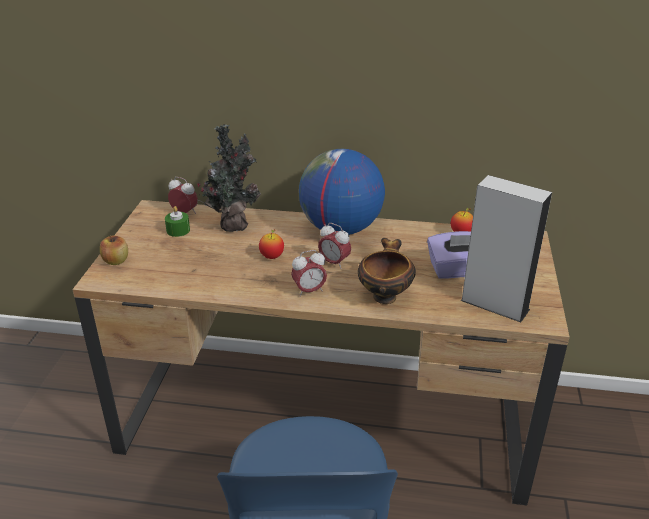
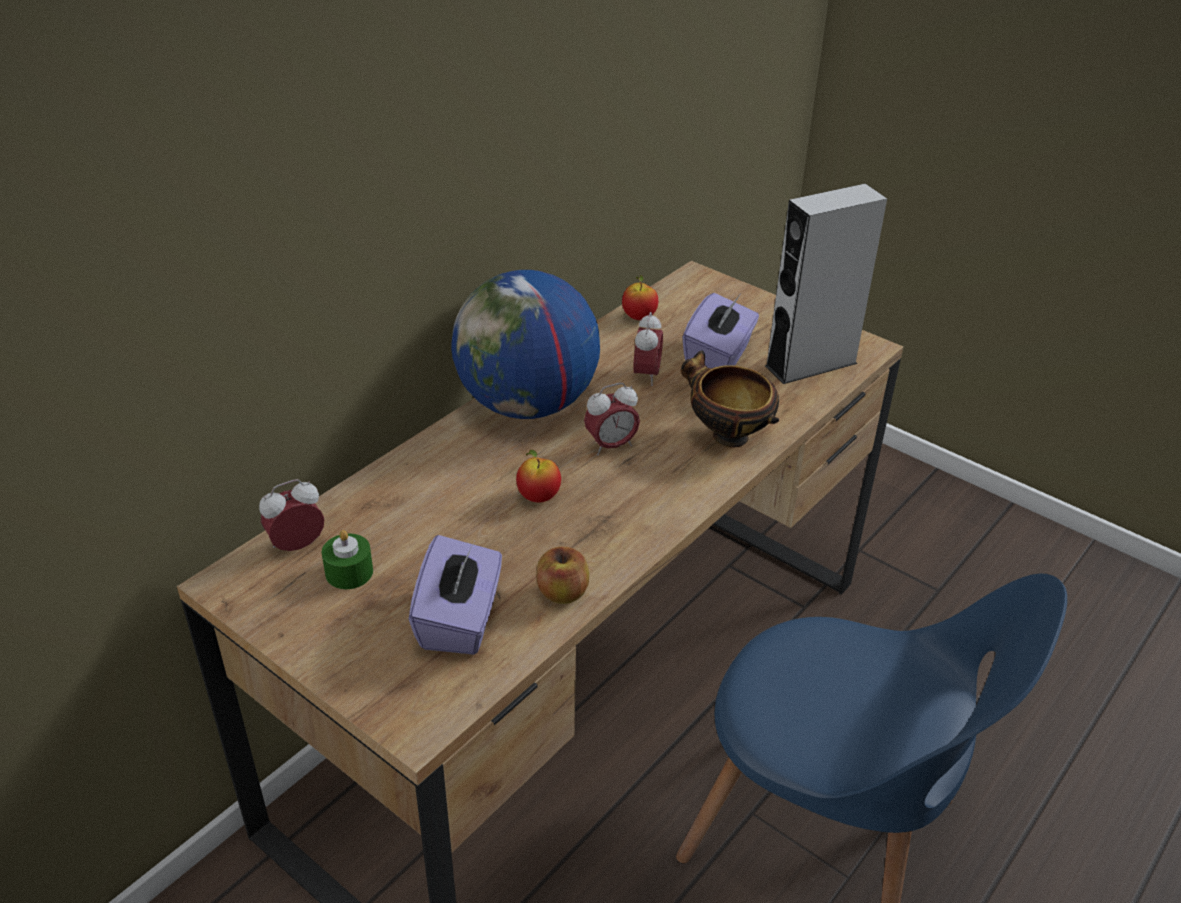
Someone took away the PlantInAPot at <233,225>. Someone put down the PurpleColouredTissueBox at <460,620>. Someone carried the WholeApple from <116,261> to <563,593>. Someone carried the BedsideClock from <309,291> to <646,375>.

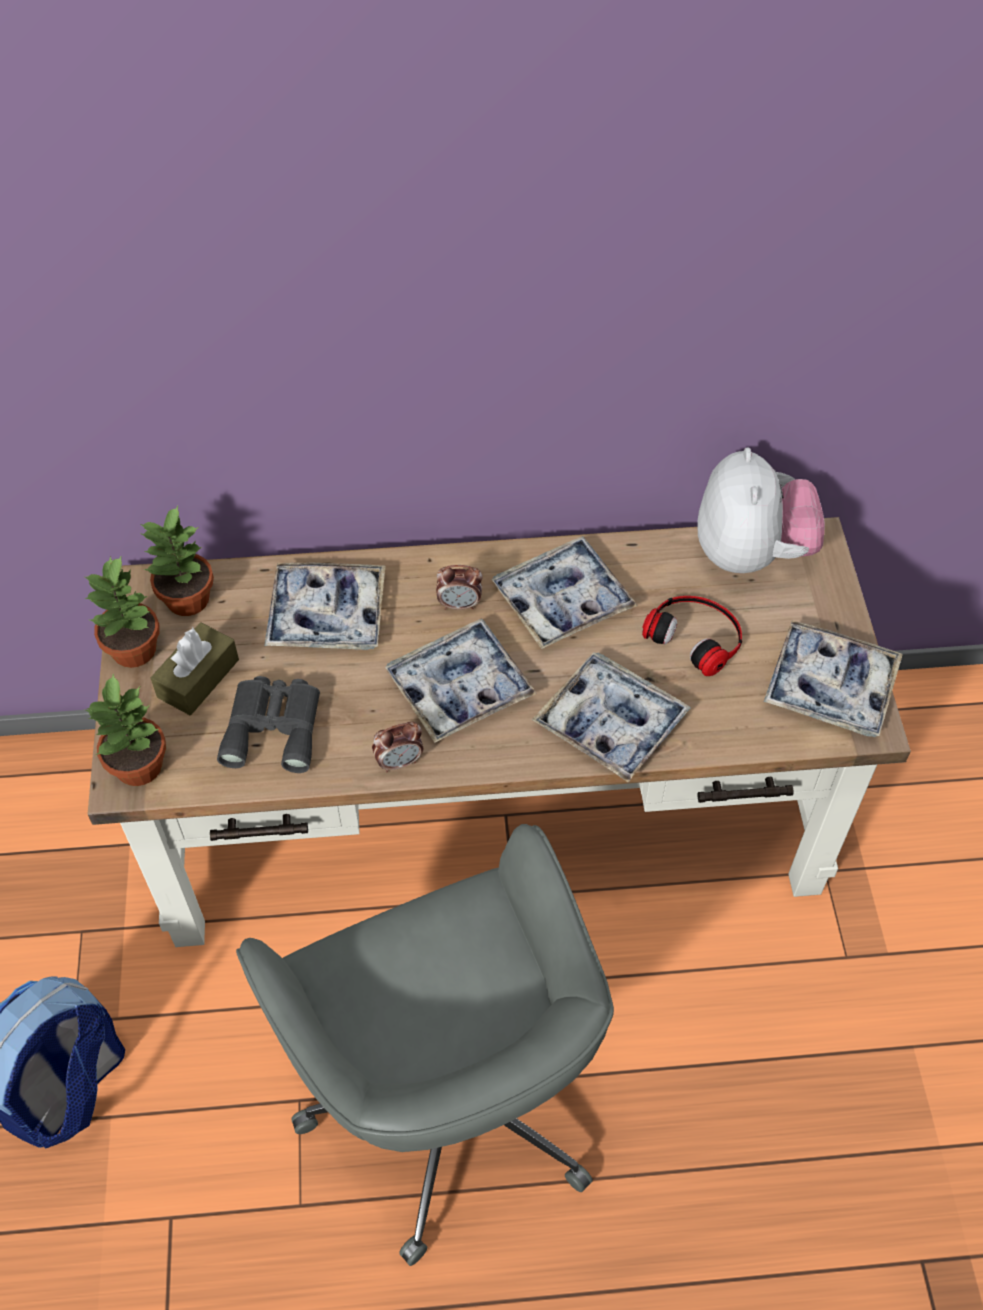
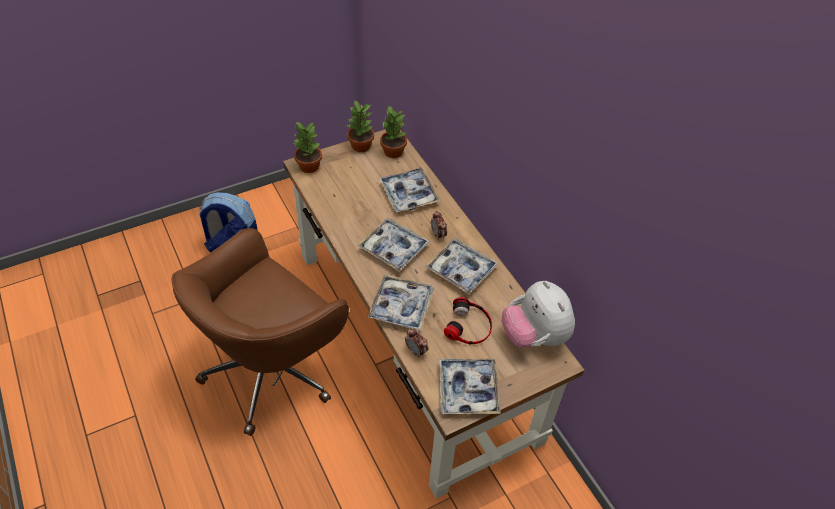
Someone took away the BrownishTissueBox at <198,678>. Someone took away the GreyishFieldGlasses at <274,726>. Someone carried the BedsideClock from <399,762> to <416,351>. Someone repainted the GreyishComputerChair at <446,1094>, which became the BrownishComputerChair at <272,370>. Someone rotated the CuddlyToy at <750,554> by 90 degrees clockwise.

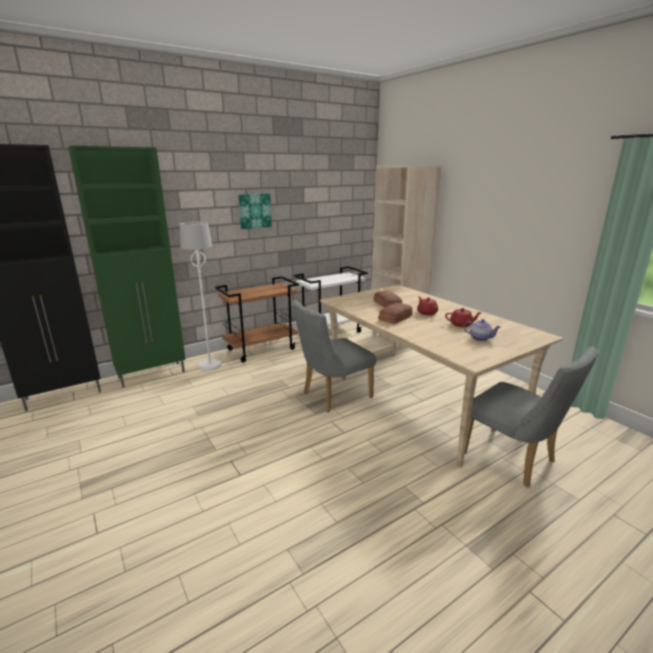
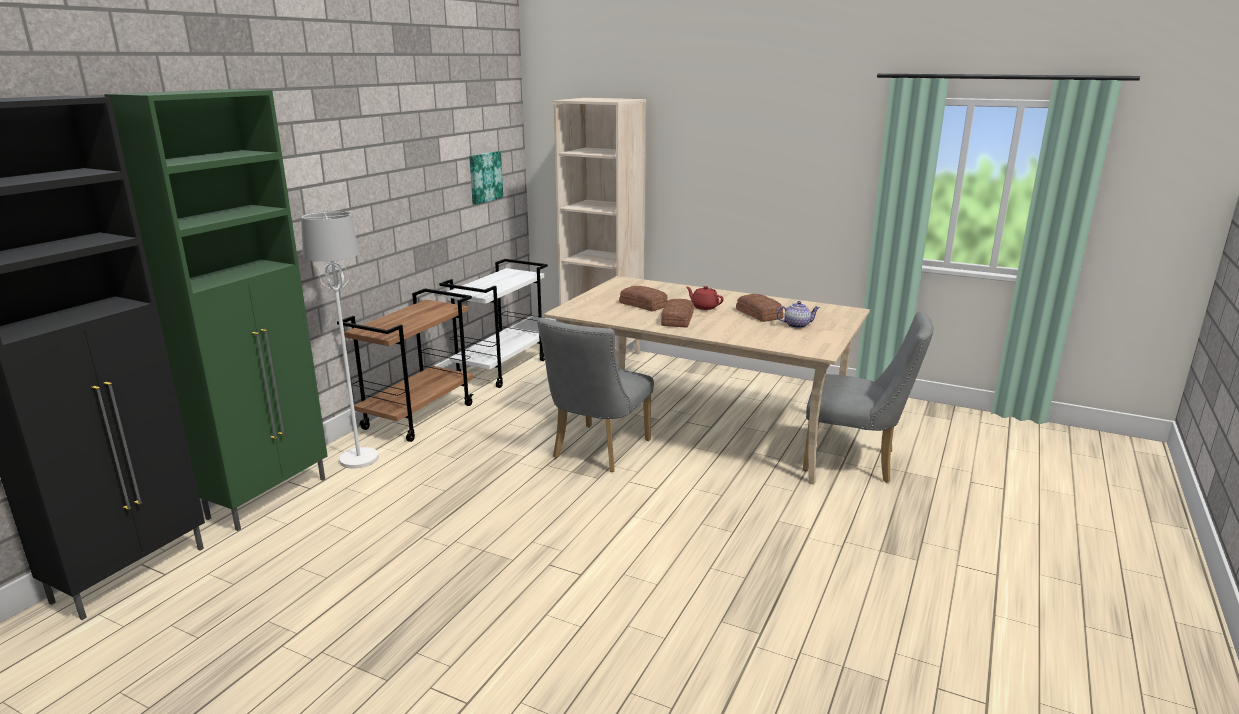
Someone carried the Picture from <254,211> to <484,177>. Someone swapped the RedColouredPotForTea at <461,324> for the BakeryBread at <759,314>.

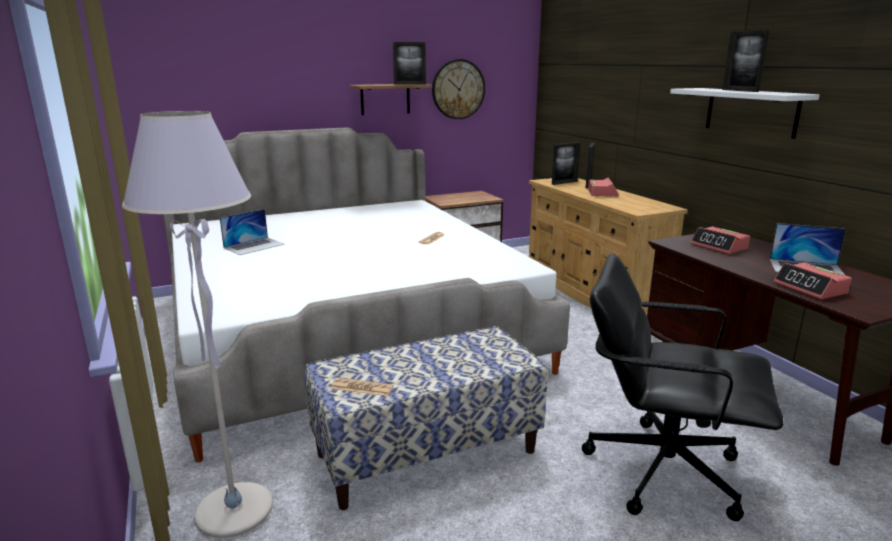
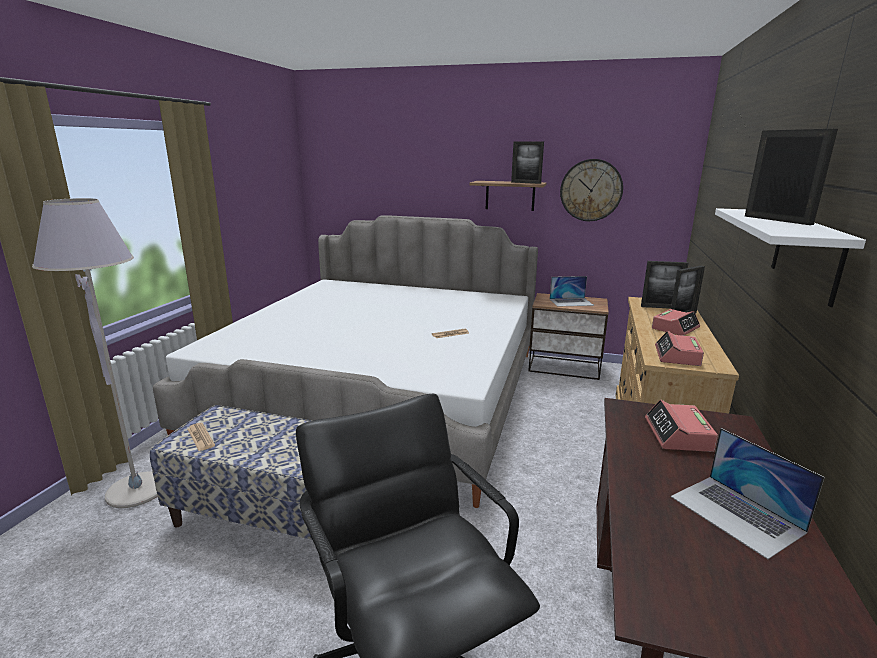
Someone carried the PortableComputer from <254,246> to <571,302>. Someone carried the BedsideClock from <810,288> to <677,356>. Someone rotated the PictureFrame at <740,90> by 135 degrees clockwise.

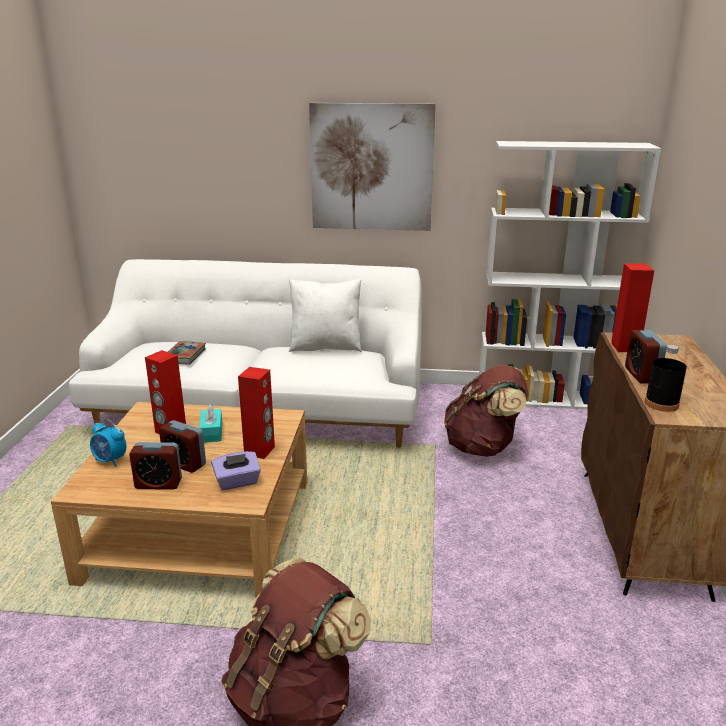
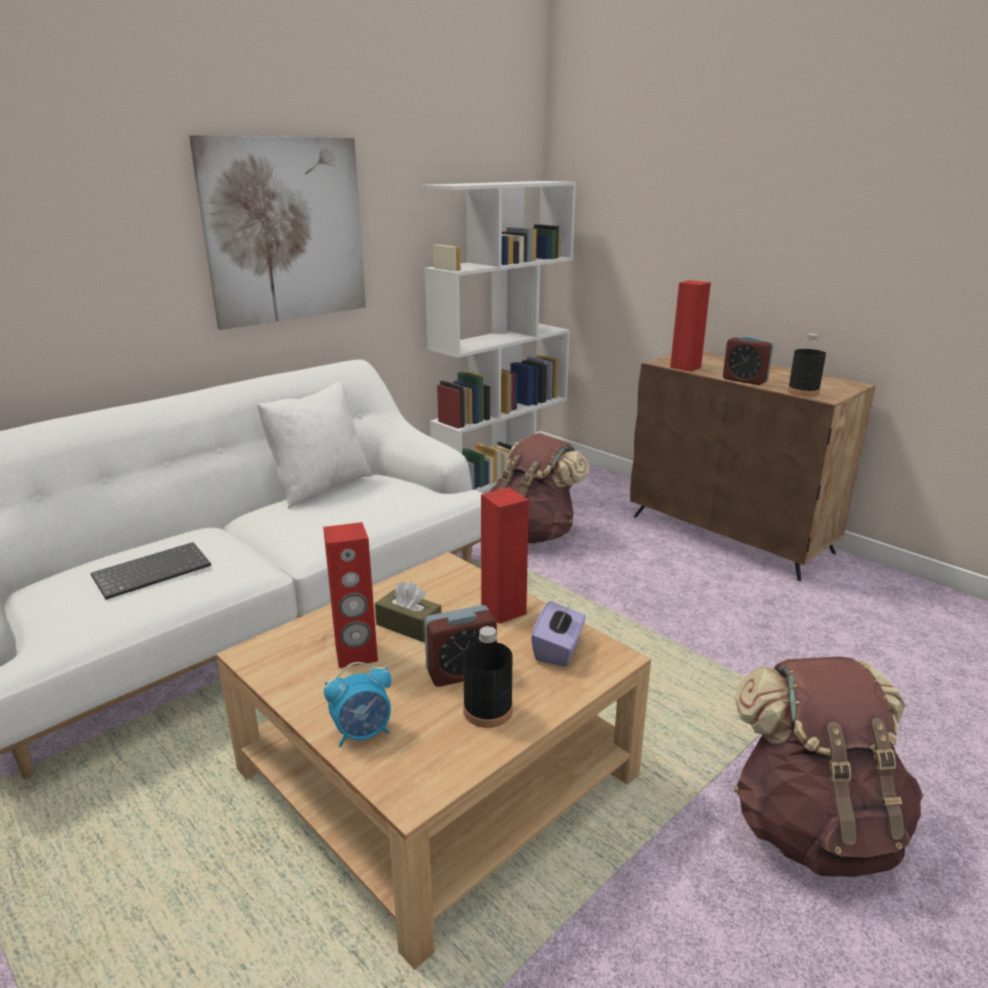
Someone swapped the BedsideClock at <158,484> for the BlackColouredBeverageBottle at <488,710>. Someone swapped the Volume at <184,356> for the PcKeyboard at <153,571>. Someone repainted the TurquoiseColouredTissueBox at <211,432>, which became the BrownishTissueBox at <409,626>.

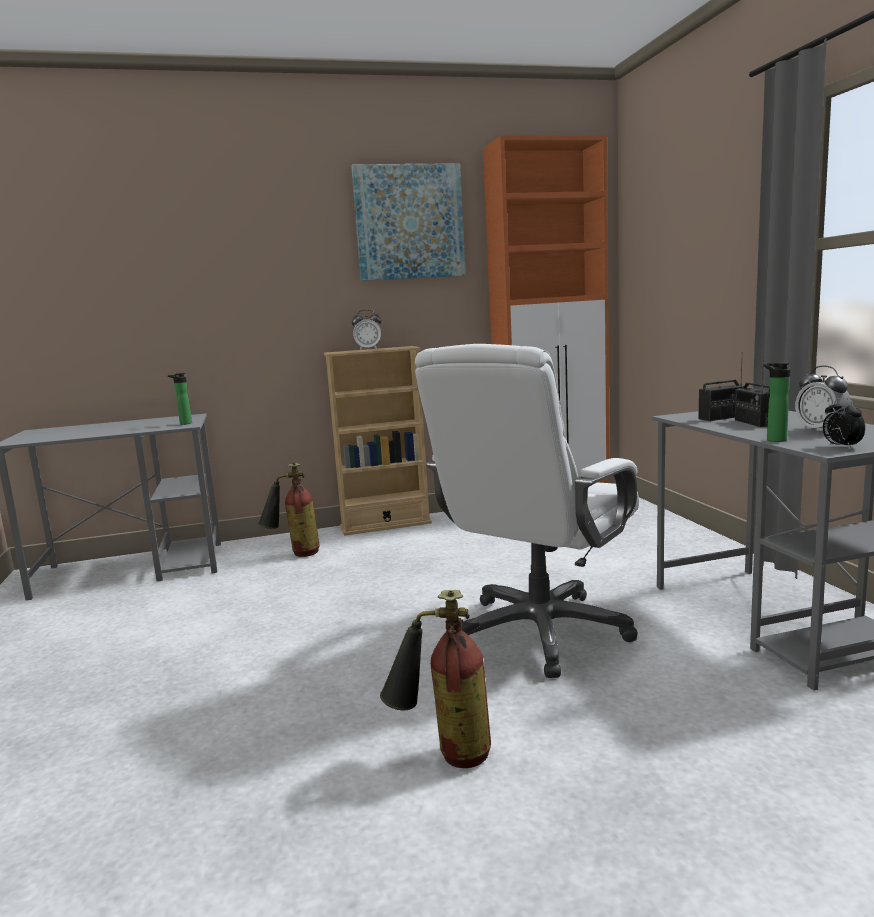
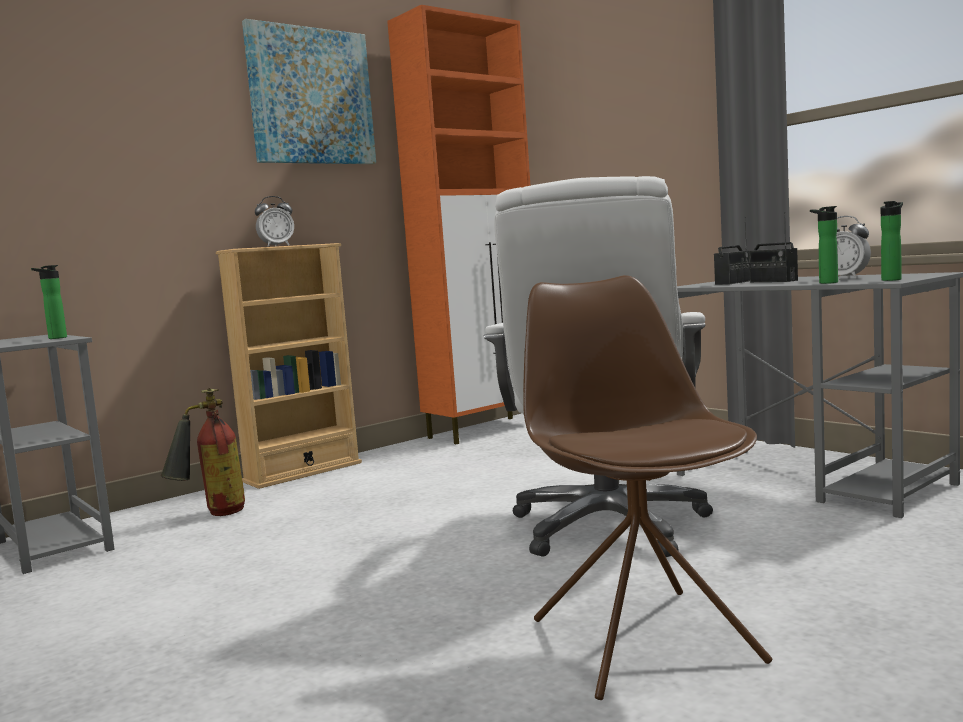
Someone swapped the FireExtinguisher at <444,755> for the BrownishUprightChair at <642,638>. Someone swapped the BedsideClock at <840,447> for the BeverageBottle at <892,279>.

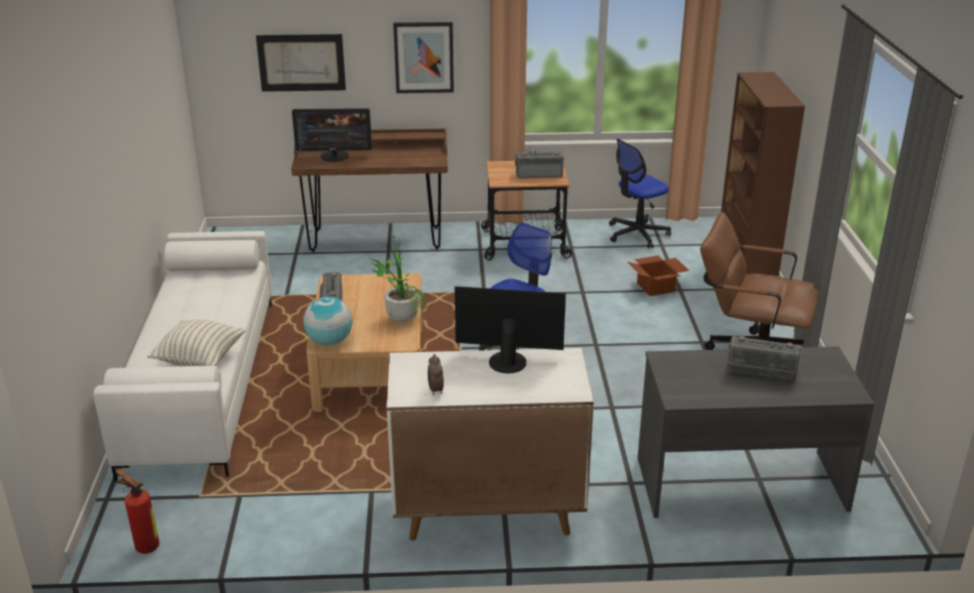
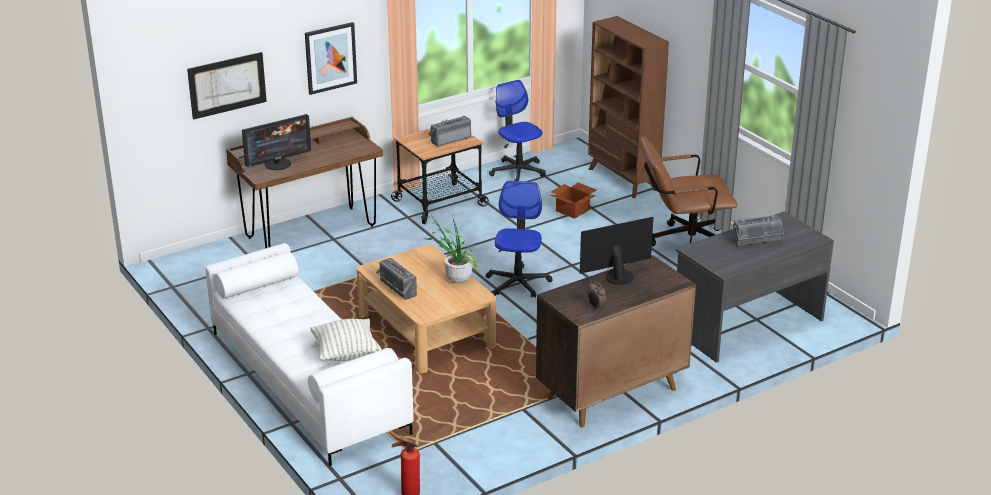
Someone took away the Globe at <330,341>. Someone repainted the WhitishStorageCabinet at <486,511>, which became the BrownishStorageCabinet at <611,394>. Someone rotated the ComputerChair at <637,234> by 120 degrees clockwise.

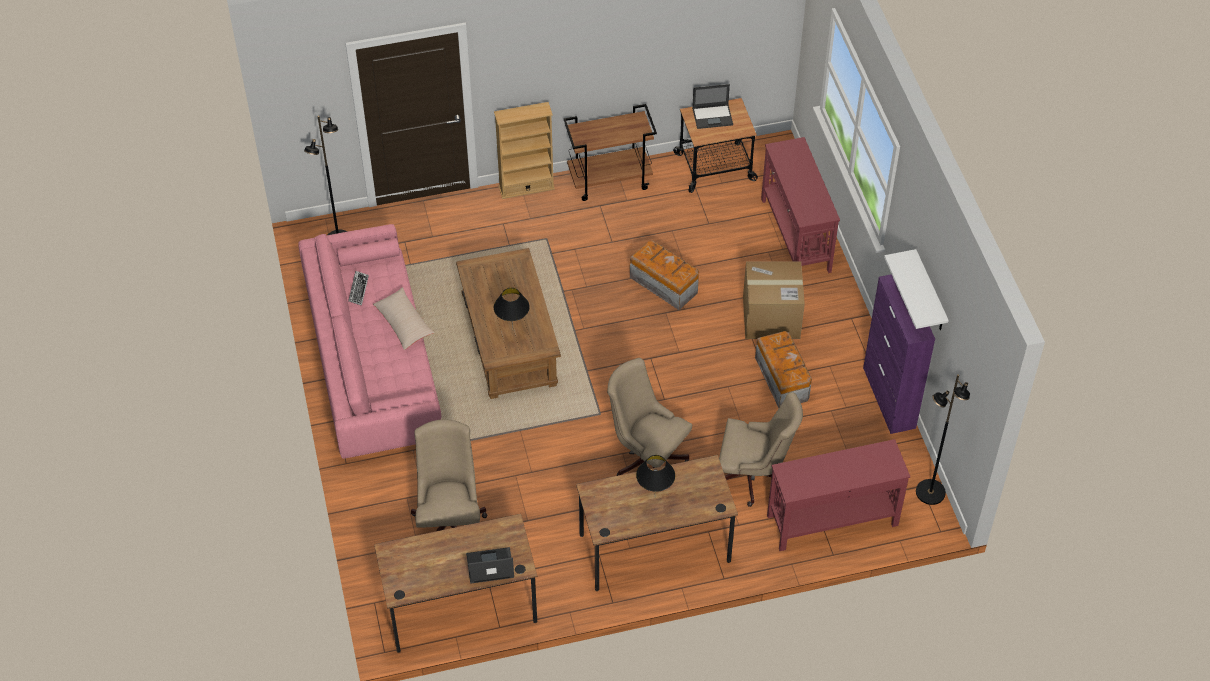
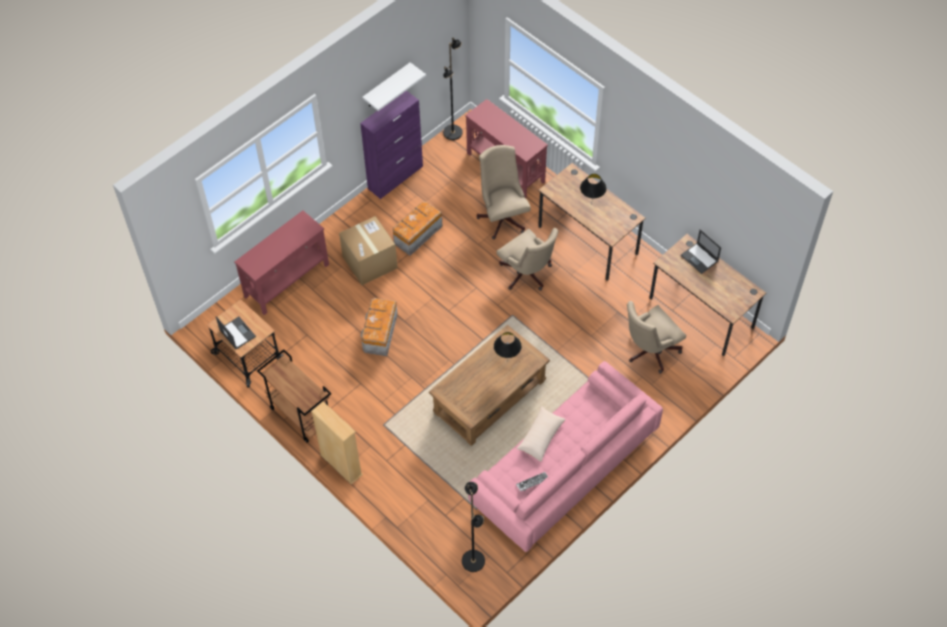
Someone rotated the BeigeComputerChair at <646,457> by 45 degrees counterclockwise.

